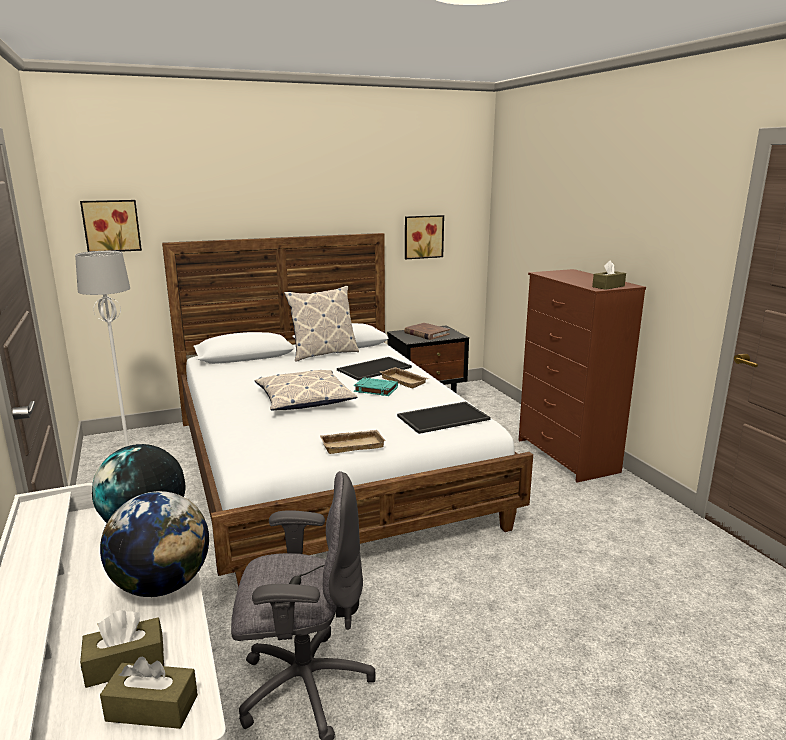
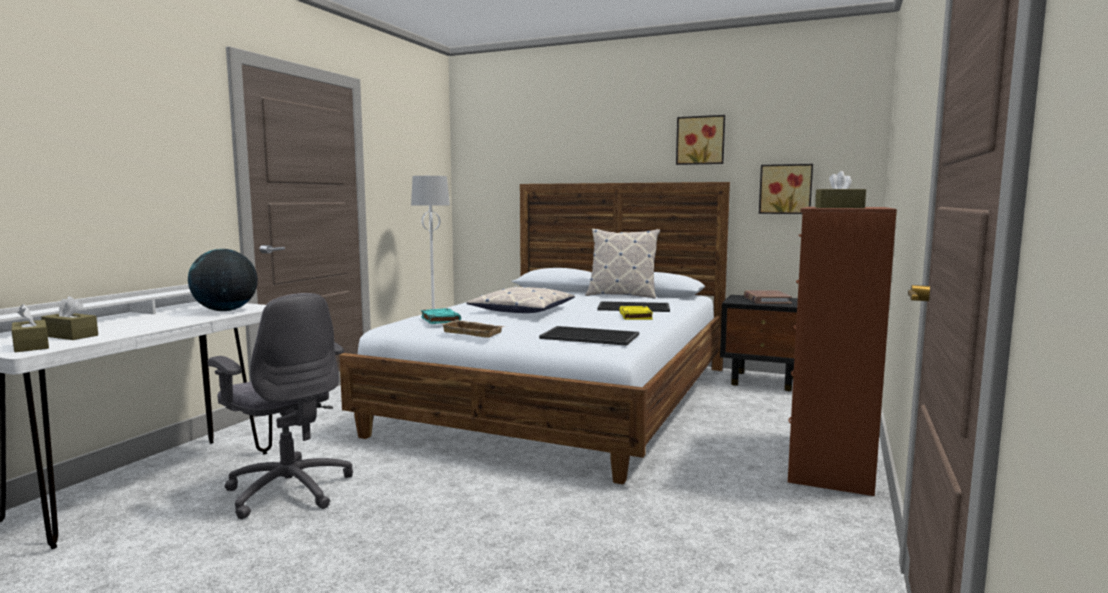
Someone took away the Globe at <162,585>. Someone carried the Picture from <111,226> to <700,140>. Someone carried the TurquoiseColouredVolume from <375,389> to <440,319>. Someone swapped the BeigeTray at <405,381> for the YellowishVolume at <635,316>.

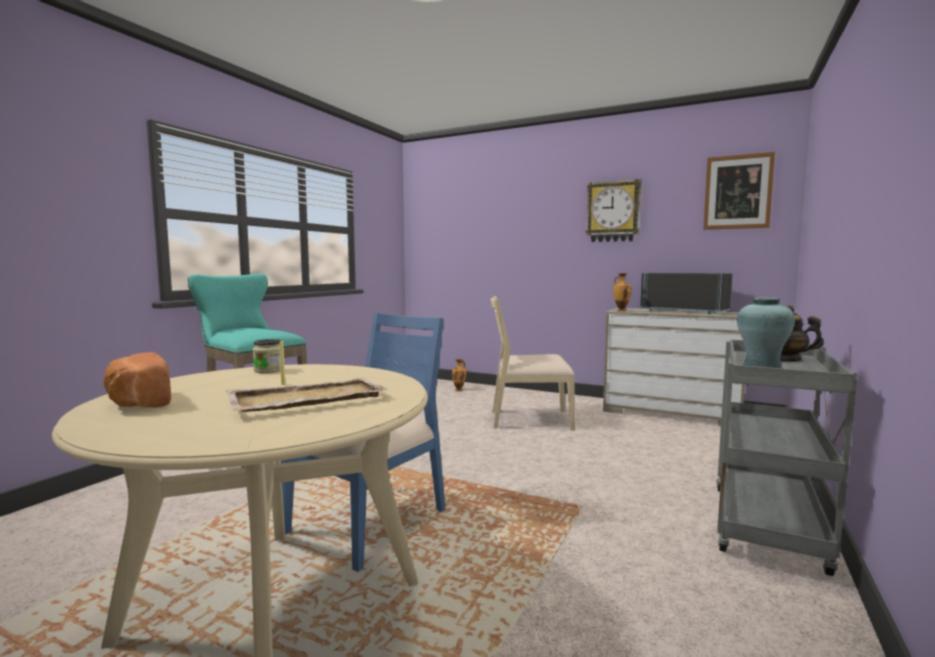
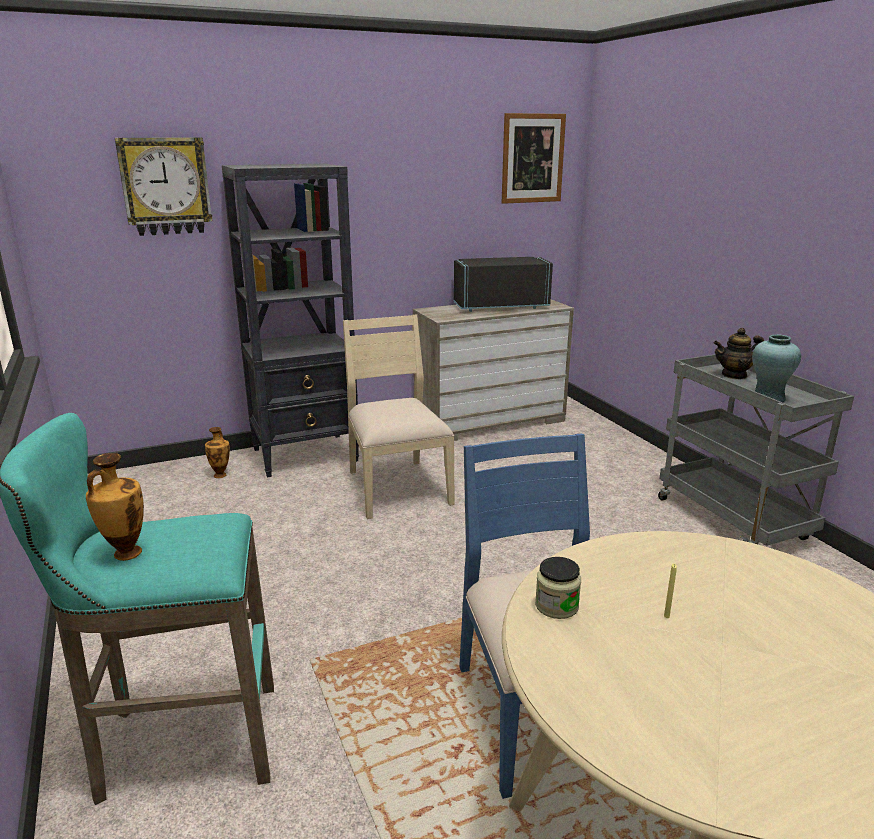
Someone took away the BakeryBread at <137,402>. Someone took away the BeigeTray at <306,399>. Someone put down the BlackColouredBookcase at <306,455>. Someone carried the ClockOnTheWall from <613,212> to <165,186>. Someone carried the FlowerVase from <621,311> to <125,553>. Someone rotated the BeigeUprightChair at <530,419> by 120 degrees clockwise.

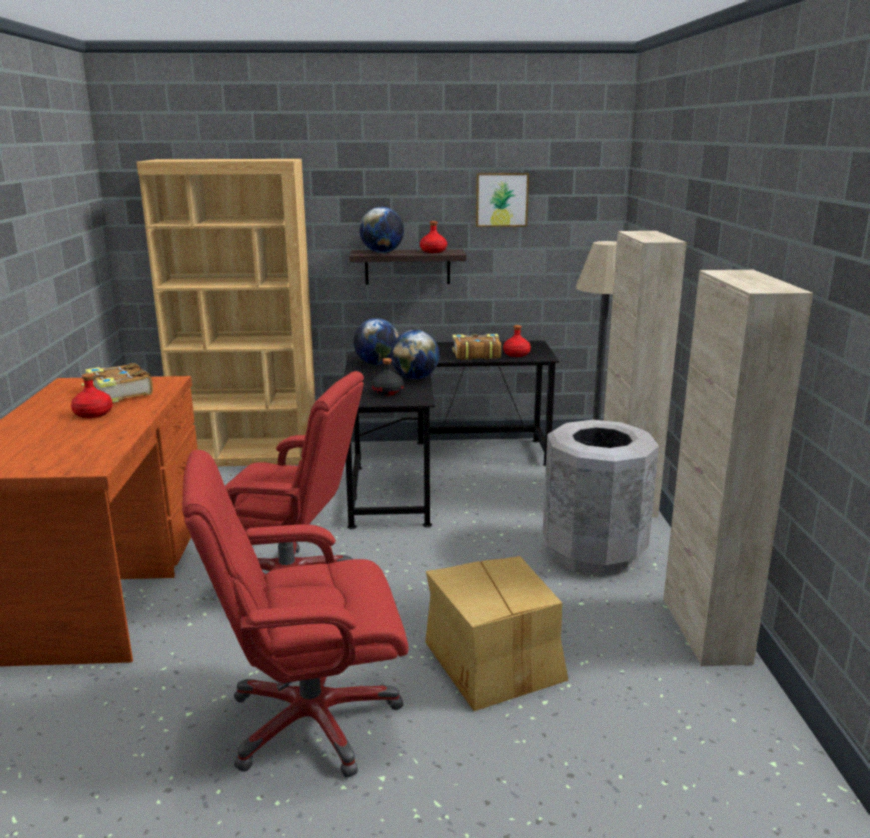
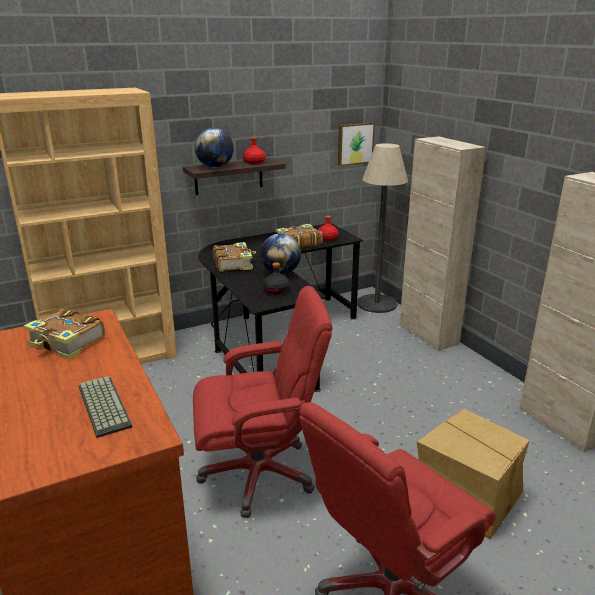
Someone took away the RedColouredBeverageBottle at <93,414>. Someone took away the GreyishRubbishBin at <593,553>. Someone put down the PcKeyboard at <102,406>. Someone carried the Picture from <501,199> to <354,143>. Someone swapped the Globe at <377,364> for the Volume at <233,264>.

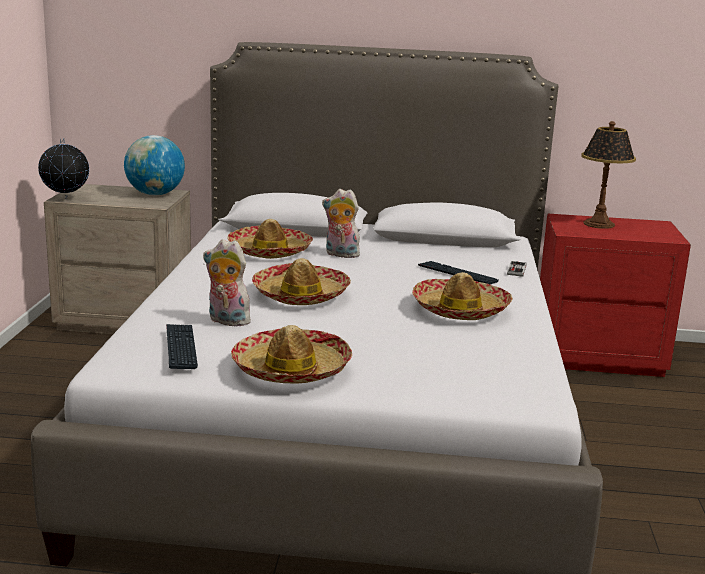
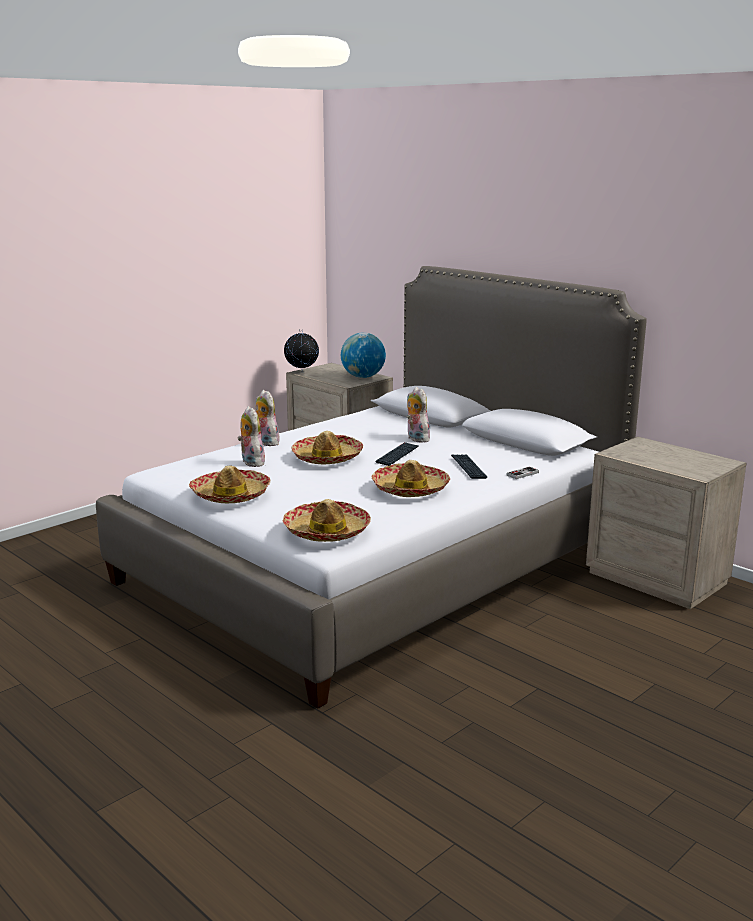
Someone took away the LampForATable at <599,224>. Someone put down the CuddlyToy at <266,442>. Someone carried the PcKeyboard from <181,347> to <397,455>. Someone carried the Hat from <270,251> to <327,532>. Someone repainted the RedColouredNightstand at <597,356>, which became the BeigeNightstand at <658,578>.

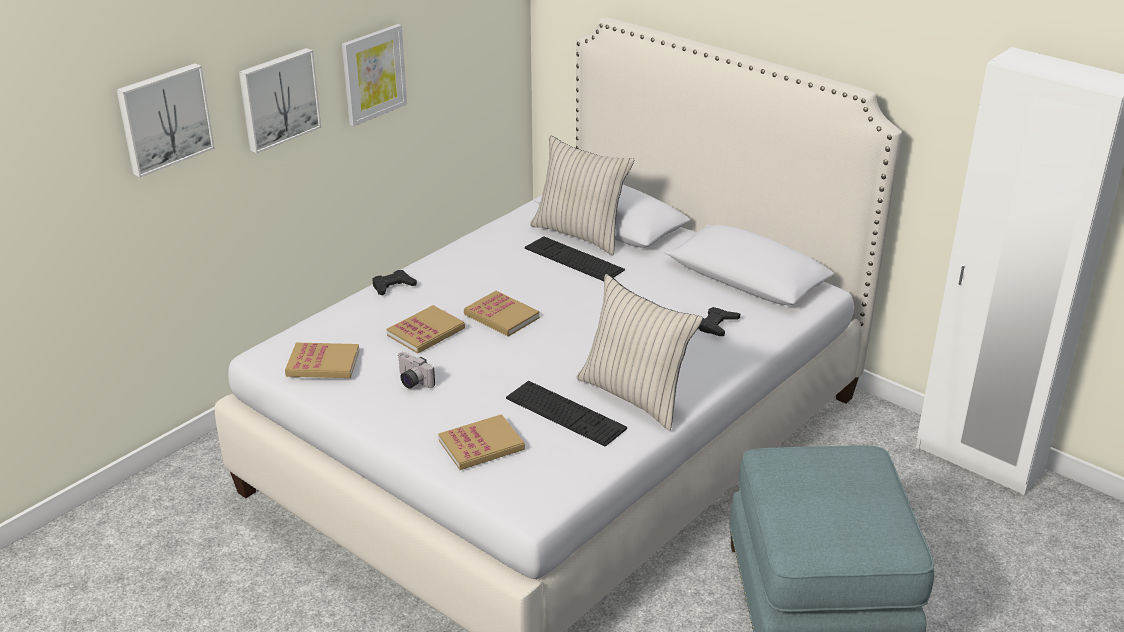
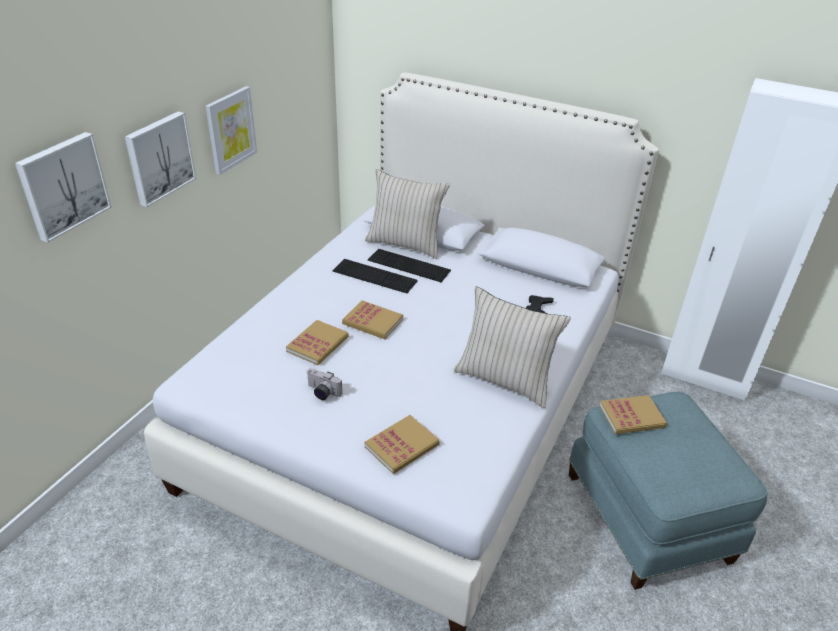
Someone took away the BlackColouredGameController at <393,286>. Someone carried the Volume from <323,363> to <631,417>. Someone carried the PcKeyboard from <565,413> to <374,276>.

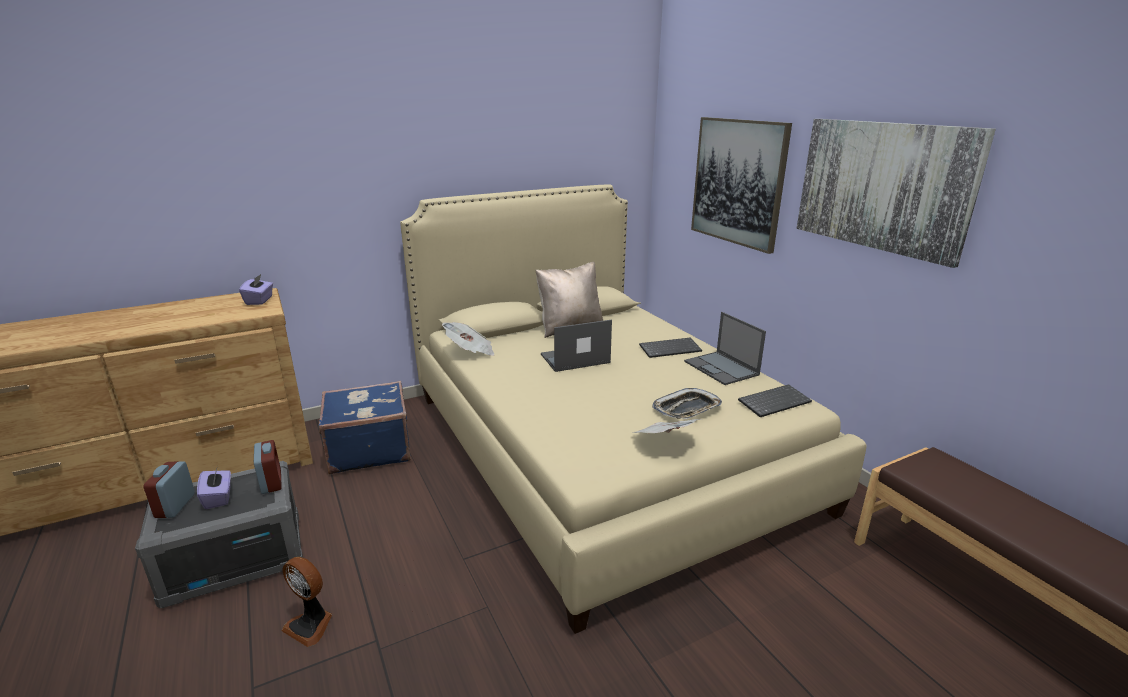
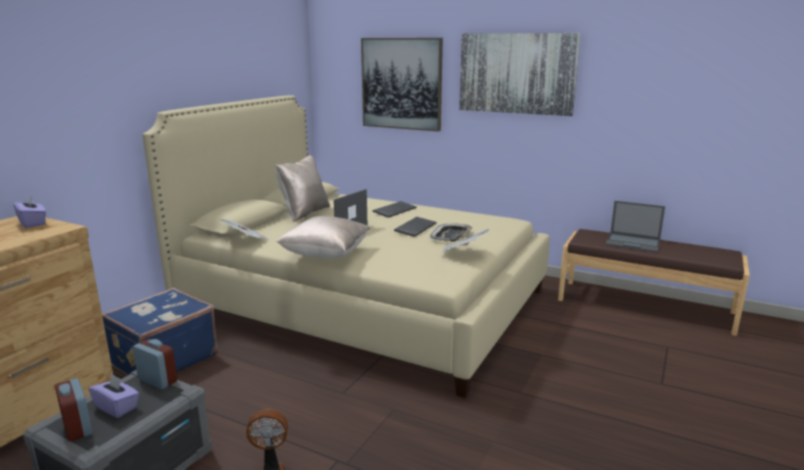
Someone put down the BeigeCushion at <326,255>. Someone carried the PortableComputer from <722,368> to <633,243>. Someone carried the PcKeyboard from <774,401> to <415,227>.

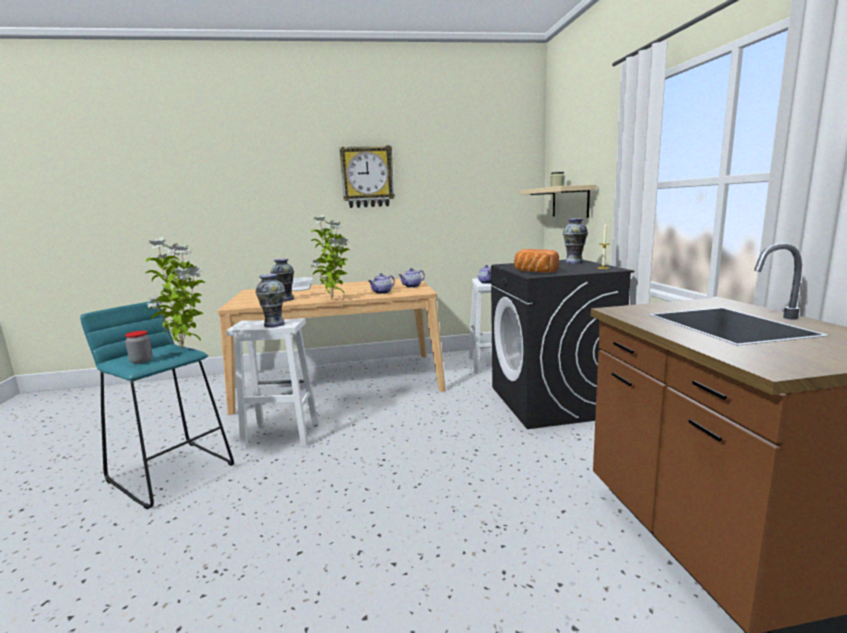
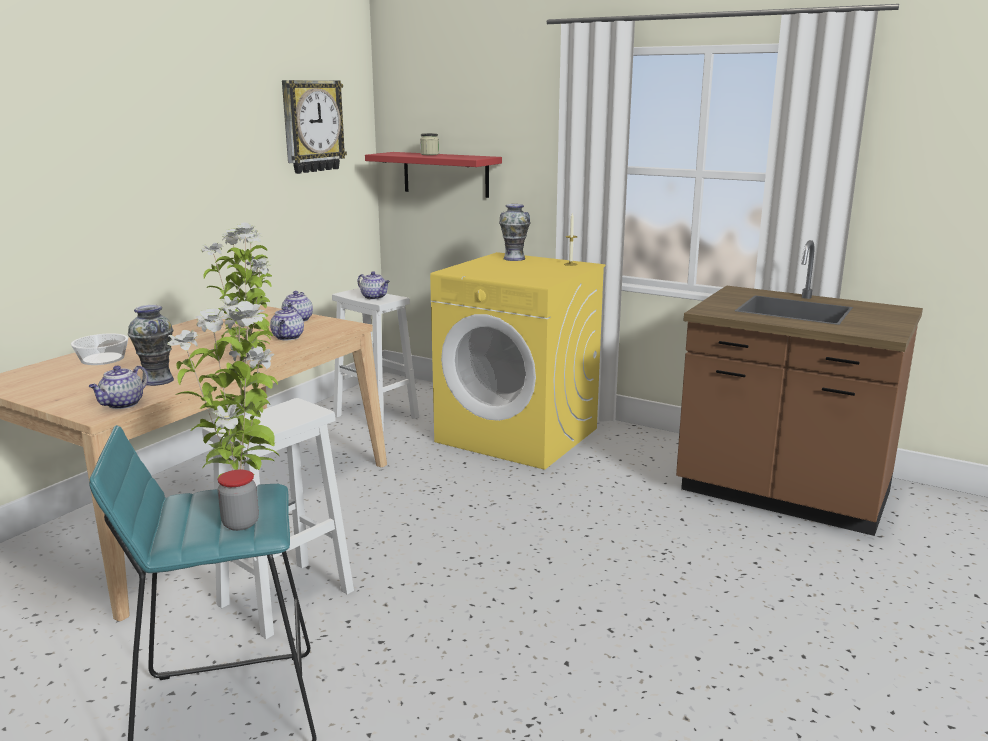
Someone took away the FlowerVase at <274,324>. Someone took away the BakeryBread at <533,272>. Someone put down the PotForTea at <122,404>. Someone carried the ClockOnTheWall from <367,177> to <312,126>. Someone repainted the BlackColouredLaundryAppliance at <552,401>, which became the YellowishLaundryAppliance at <518,435>. Someone repainted the BeigeBracketShelf at <570,202>, which became the RedColouredBracketShelf at <445,174>.

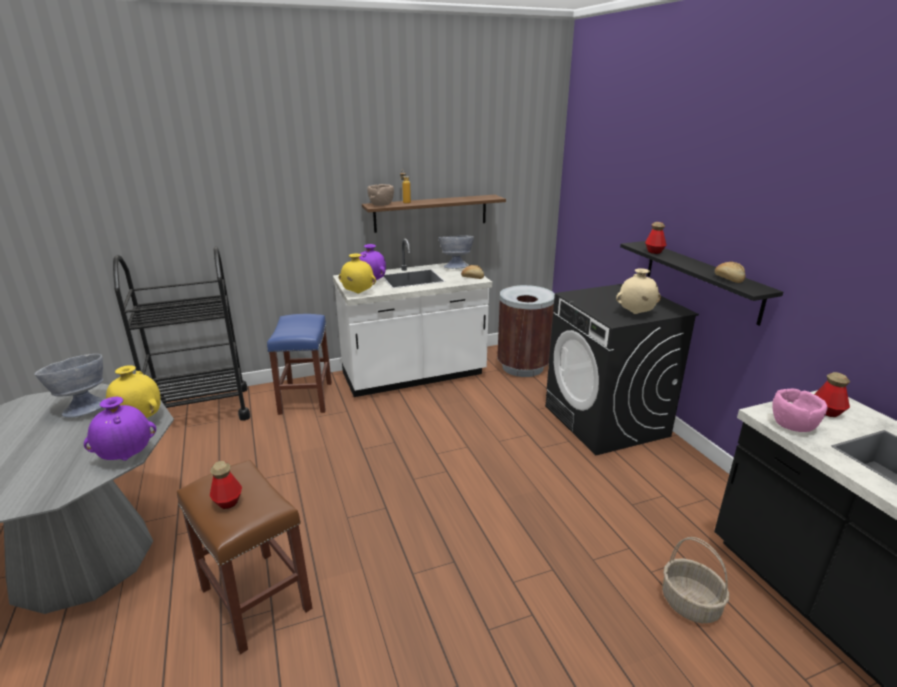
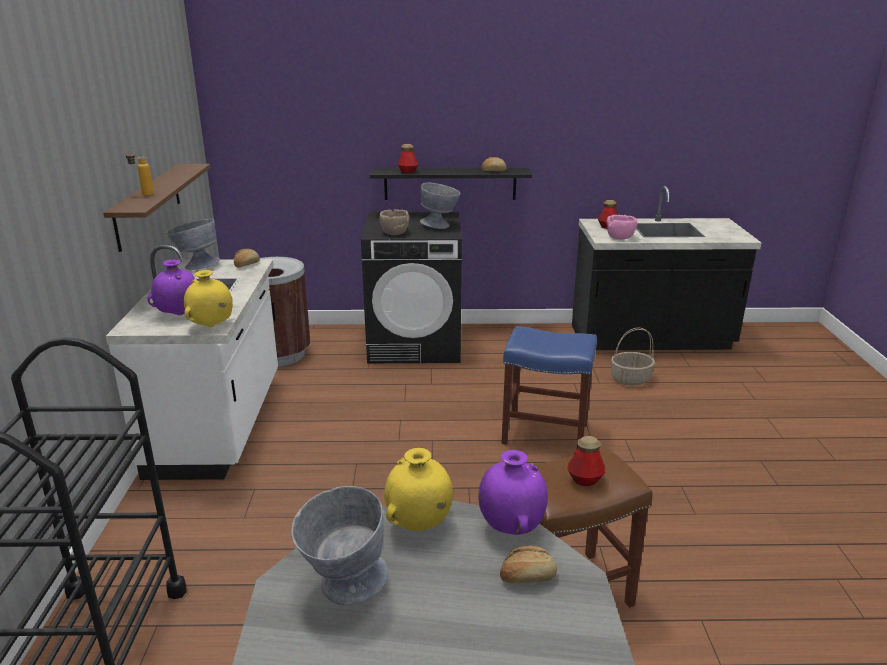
Someone put down the BakeryBread at <527,576>. Someone carried the BlueStoolSeat from <305,397> to <543,434>. Someone carried the BrownishBowl from <381,204> to <394,233>. Someone swapped the BeigeFlowerVase at <635,313> for the GreyishBowl at <440,226>.

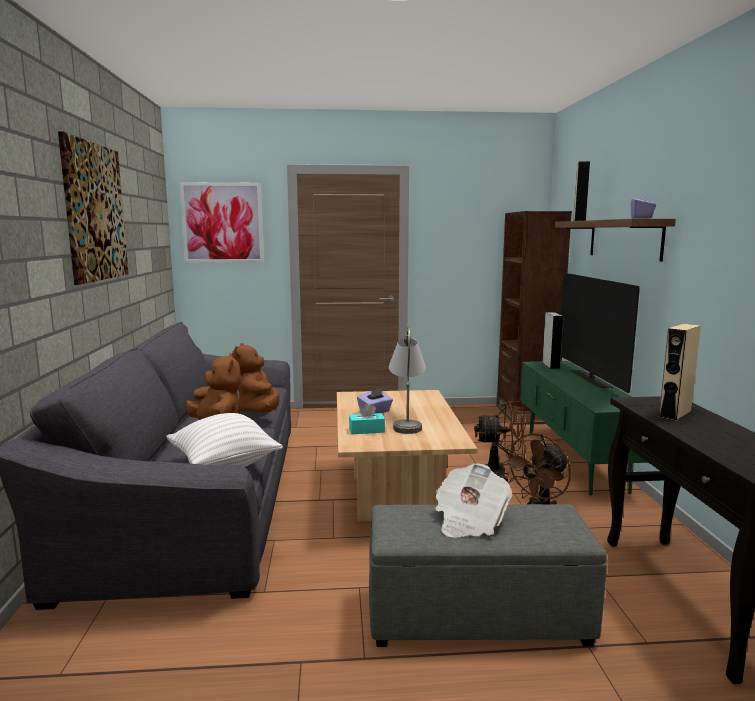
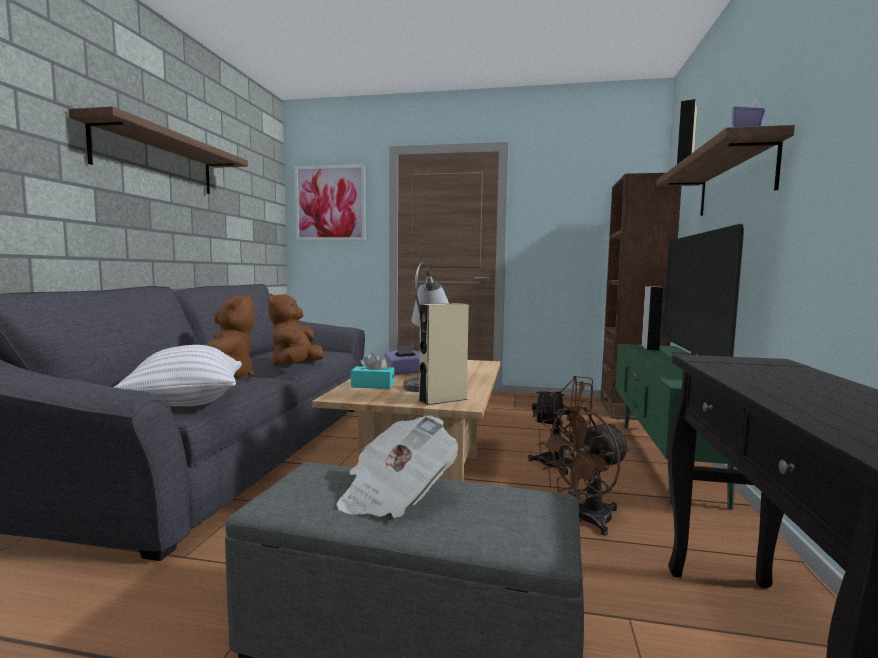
Someone carried the BeigeAudioSpeaker from <675,414> to <443,400>. Someone swapped the Picture at <95,212> for the BracketShelf at <156,160>.

